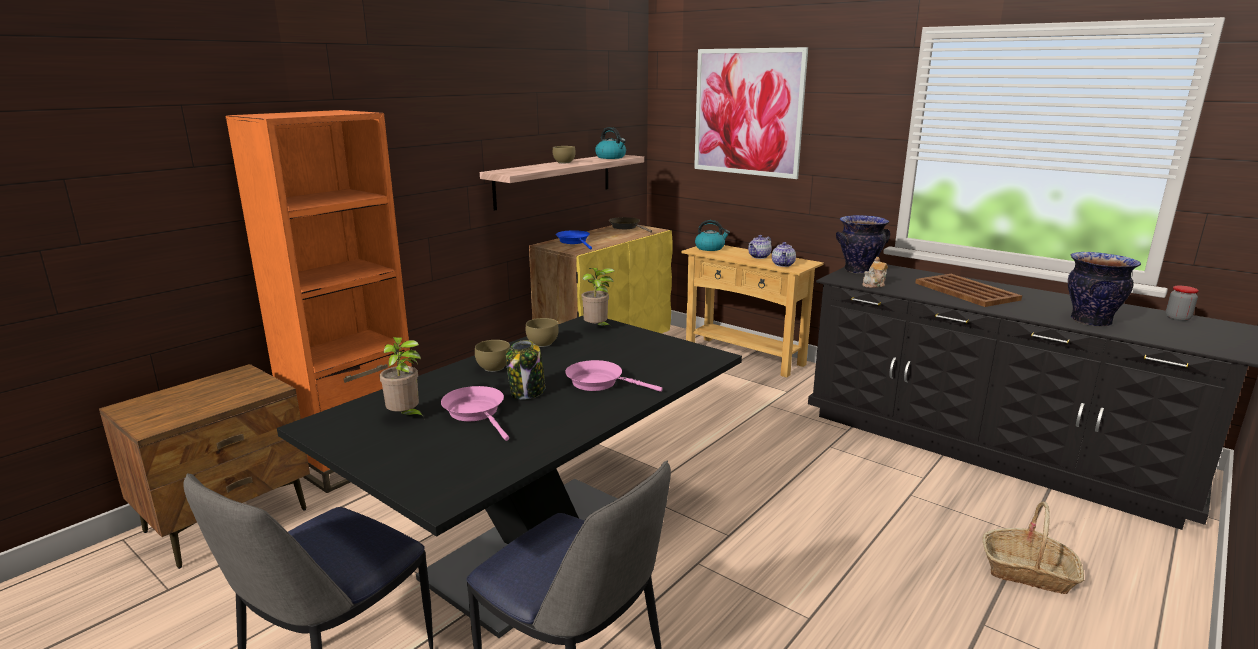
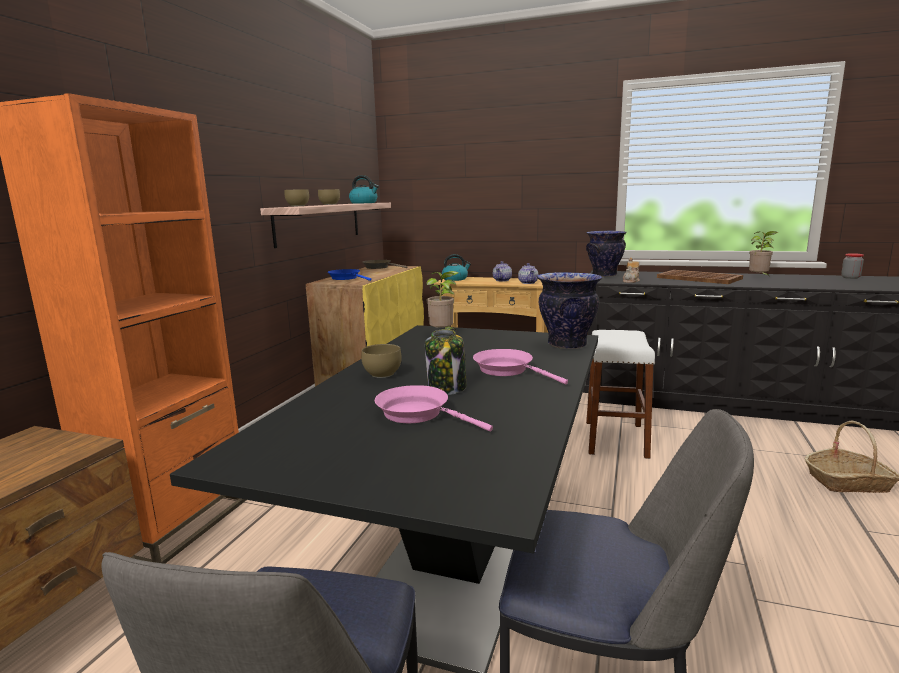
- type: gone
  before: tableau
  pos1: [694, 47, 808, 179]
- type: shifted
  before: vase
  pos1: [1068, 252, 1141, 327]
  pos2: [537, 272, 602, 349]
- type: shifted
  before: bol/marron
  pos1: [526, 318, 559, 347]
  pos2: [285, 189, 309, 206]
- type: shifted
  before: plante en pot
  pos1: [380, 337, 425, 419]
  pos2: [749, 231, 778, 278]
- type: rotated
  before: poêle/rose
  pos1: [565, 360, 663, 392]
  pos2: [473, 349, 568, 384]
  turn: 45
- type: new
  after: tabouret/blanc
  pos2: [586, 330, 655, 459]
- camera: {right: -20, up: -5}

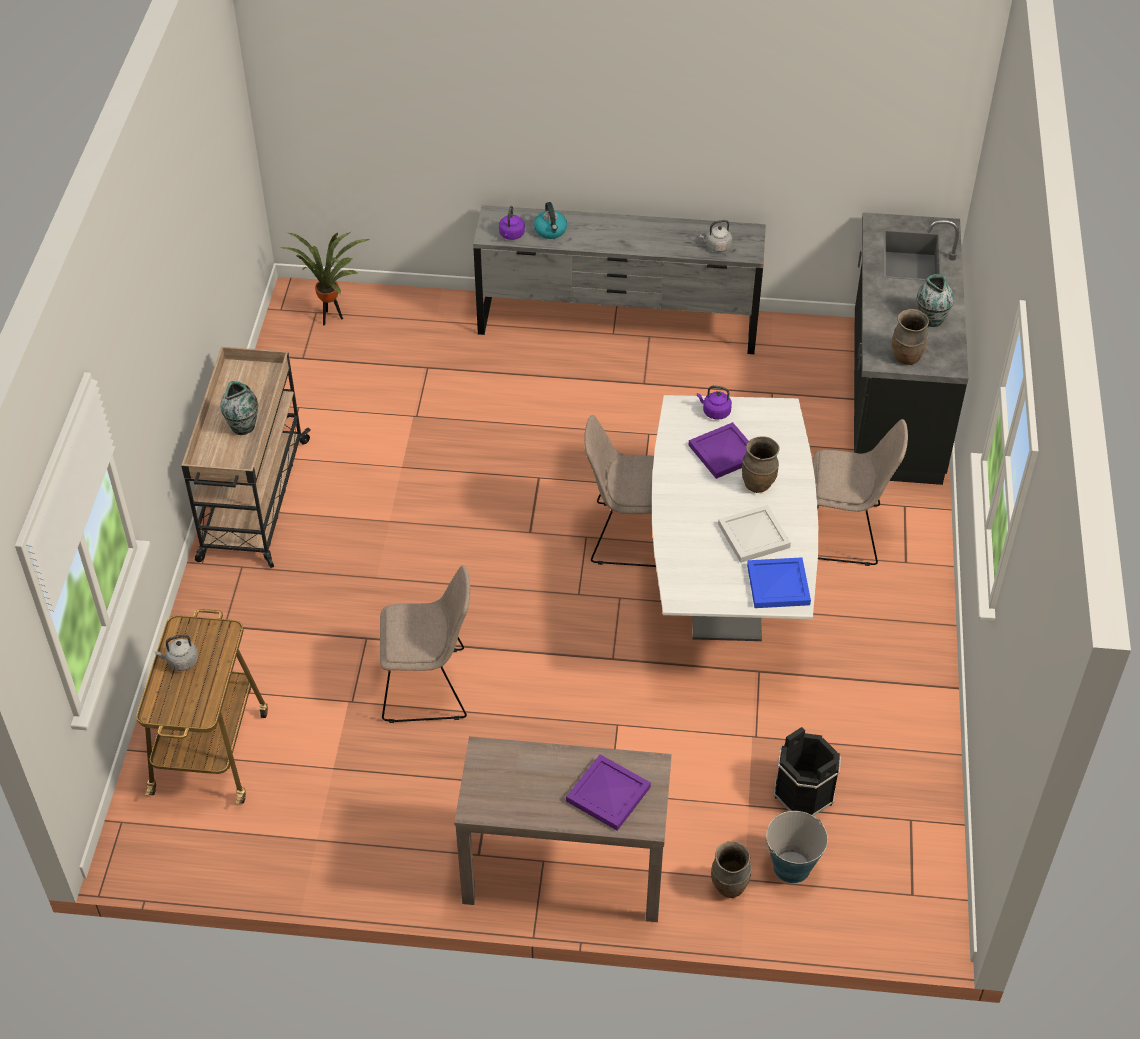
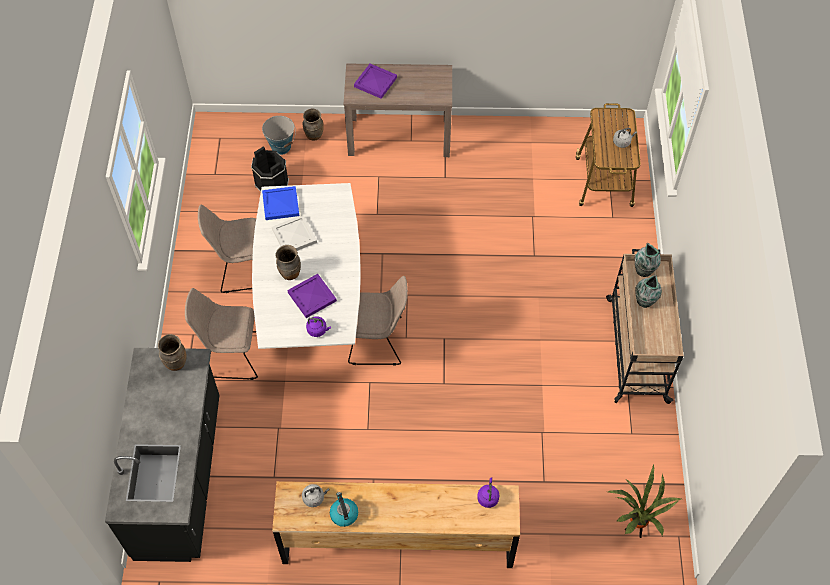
- type: shifted
  before: bouilloire
  pos1: [534, 202, 567, 239]
  pos2: [330, 492, 358, 527]
- type: repainted
  before: commode/gris
  after: commode/marron
  pos1: [473, 205, 766, 354]
  pos2: [272, 481, 520, 568]
- type: shifted
  before: vase
  pos1: [917, 274, 954, 327]
  pos2: [635, 243, 661, 277]
- type: shifted
  before: chaise/beige
  pos1: [380, 565, 470, 723]
  pos2: [198, 205, 256, 293]
- camera: {right: 175, up: 10}

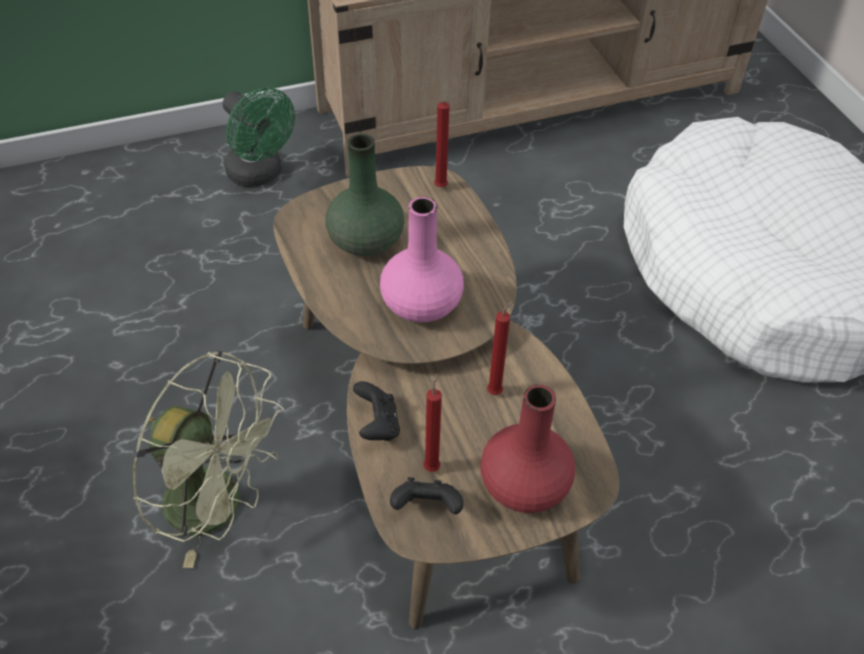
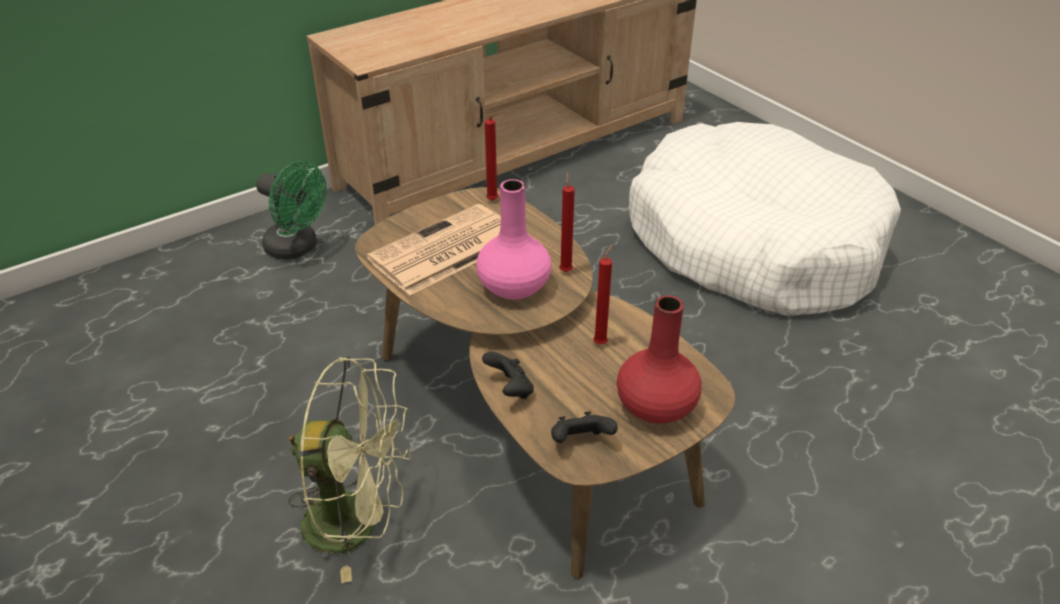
- type: swapped
  before: vase/vert
  after: journal
  pos1: [325, 134, 405, 256]
  pos2: [366, 204, 501, 295]
- type: shifted
  before: bougie/rouge
  pos1: [423, 373, 442, 472]
  pos2: [559, 172, 575, 272]
- camera: {right: -15, up: -10}

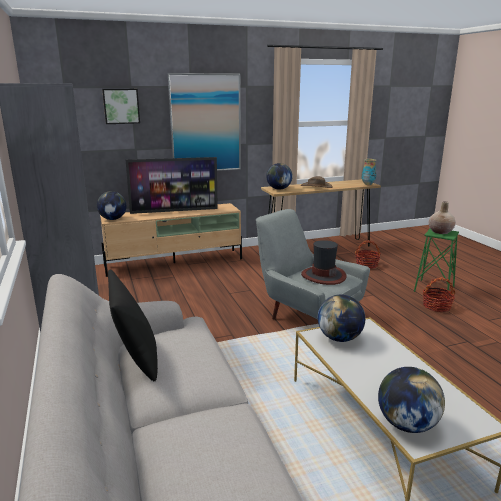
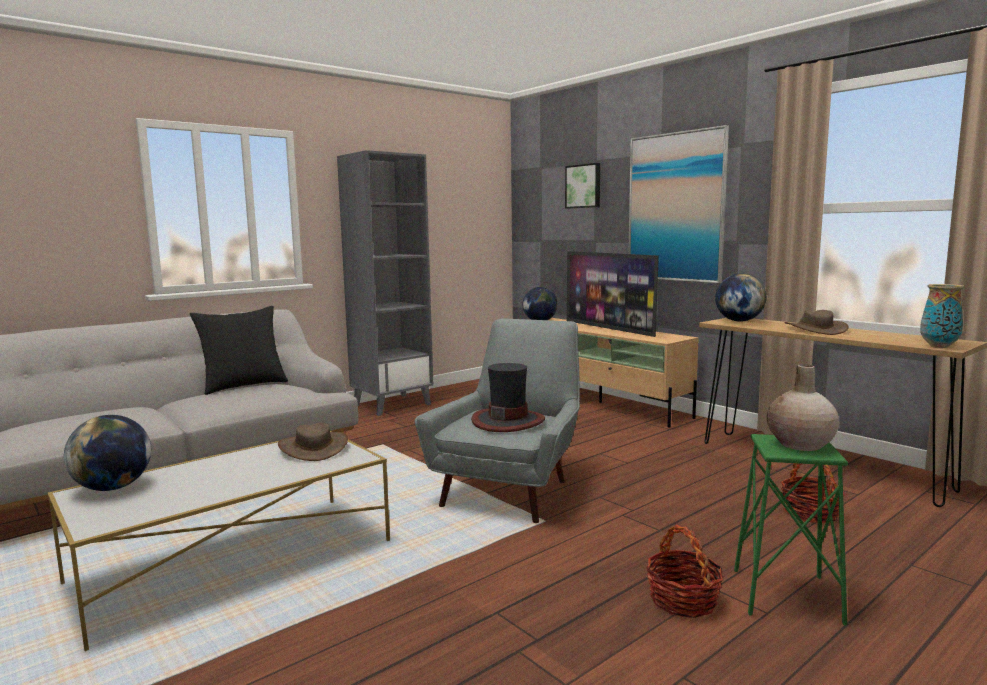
- type: swapped
  before: globe
  after: chapeau/marron
  pos1: [318, 295, 365, 342]
  pos2: [278, 423, 348, 461]
- camera: {right: 70, up: -10}

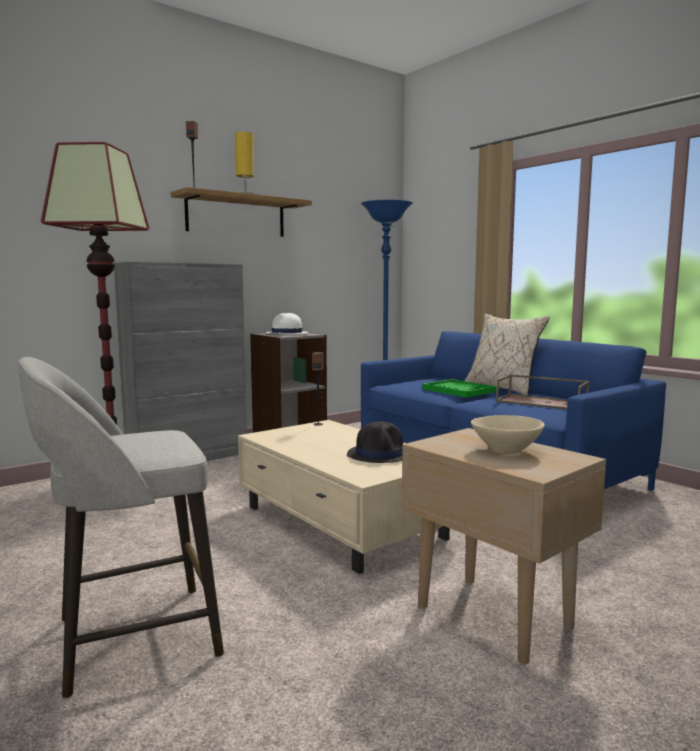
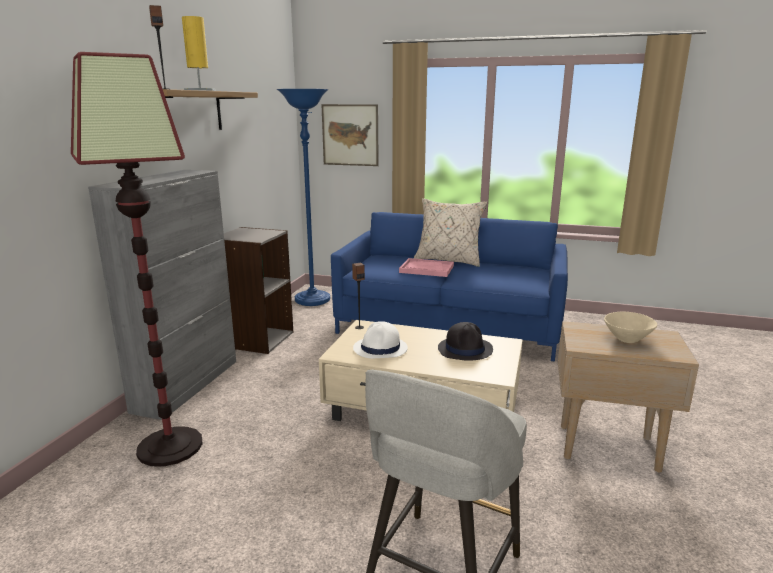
- type: shifted
  before: chapeau/blanc
  pos1: [266, 313, 308, 334]
  pos2: [353, 321, 408, 359]
- type: gone
  before: plateau/marron
  pos1: [496, 374, 590, 410]
- type: repainted
  before: plateau/vert
  after: plateau/rose
  pos1: [423, 379, 497, 397]
  pos2: [399, 258, 454, 277]
- type: new
  after: tableau
  pos2: [321, 104, 379, 166]
- camera: {right: -35, up: 10}

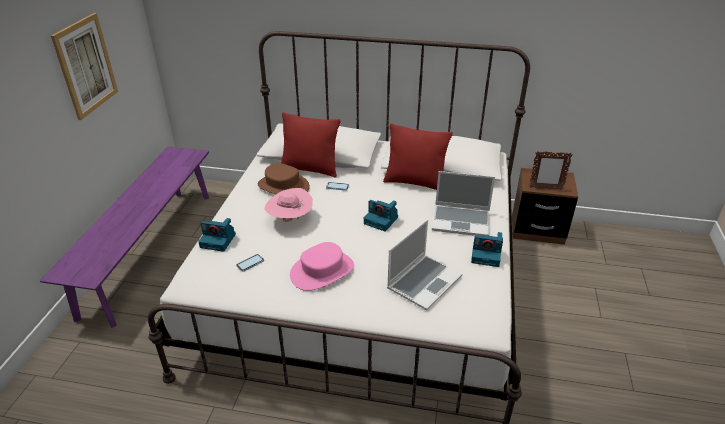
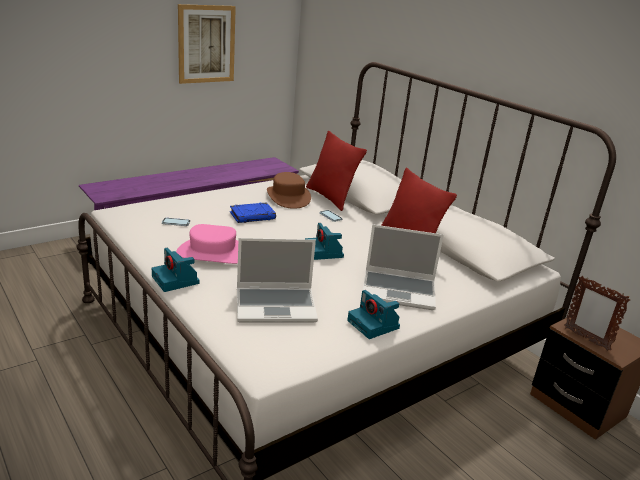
- type: rotated
  before: ordinateur portable
  pos1: [432, 171, 495, 236]
  pos2: [363, 224, 444, 310]
  turn: -45
- type: swapped
  before: chapeau/rose
  after: livre/bleu
  pos1: [264, 188, 313, 222]
  pos2: [230, 202, 276, 223]
- type: shifted
  before: appareil photo
  pos1: [198, 218, 236, 252]
  pos2: [152, 248, 200, 292]
- camera: {right: 40, up: -10}

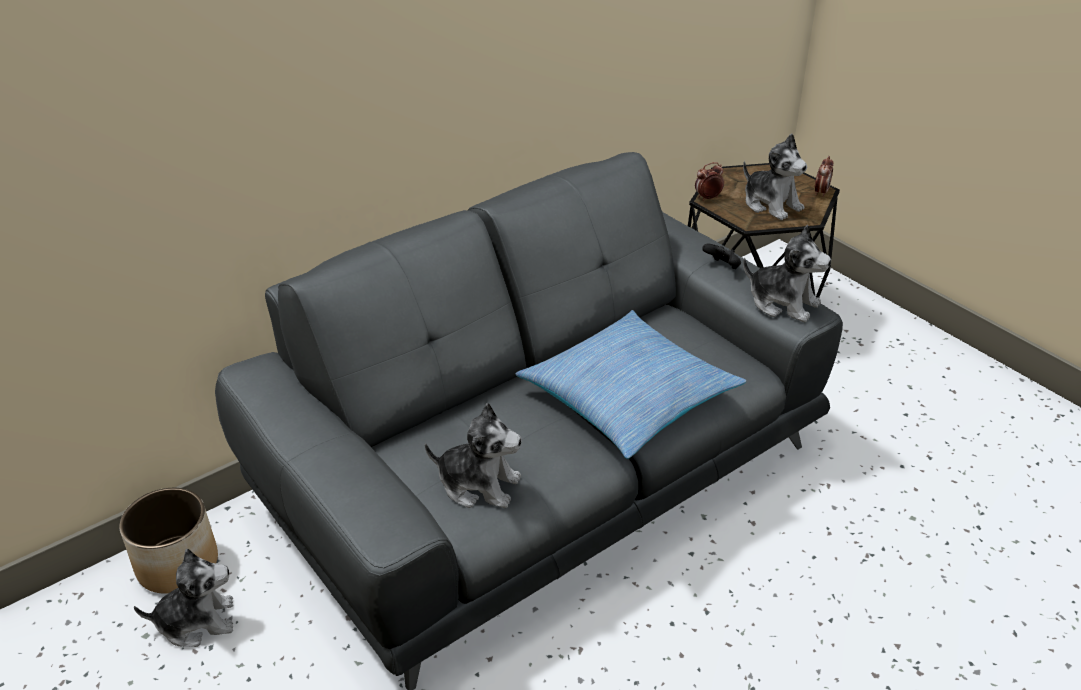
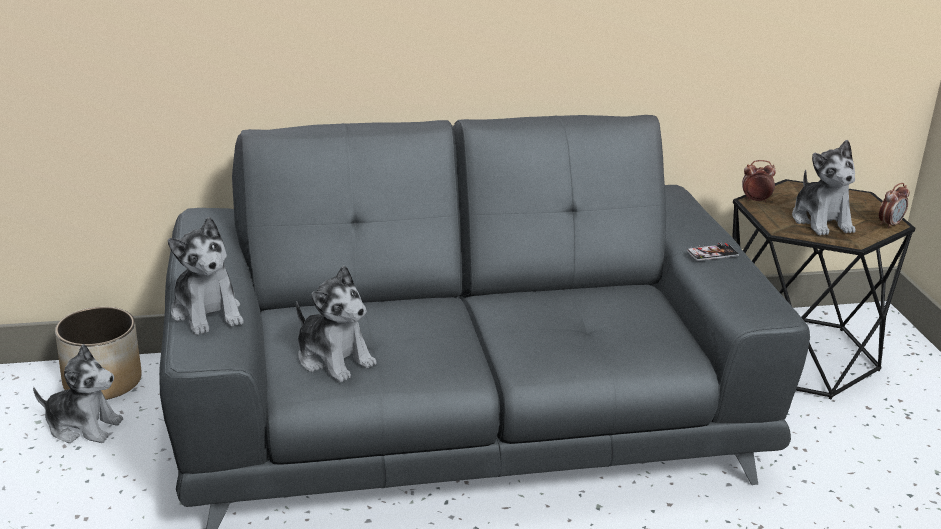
- type: shifted
  before: peluche
  pos1: [743, 225, 831, 322]
  pos2: [168, 217, 243, 335]
- type: swapped
  before: manette/noir
  after: téléphone
  pos1: [702, 244, 741, 269]
  pos2: [687, 243, 739, 261]
- type: gone
  before: coussin
  pos1: [516, 310, 746, 459]
- camera: {right: 25, up: -10}

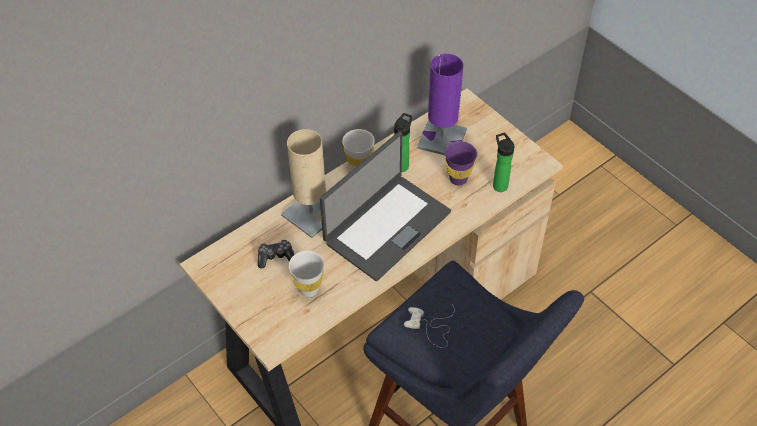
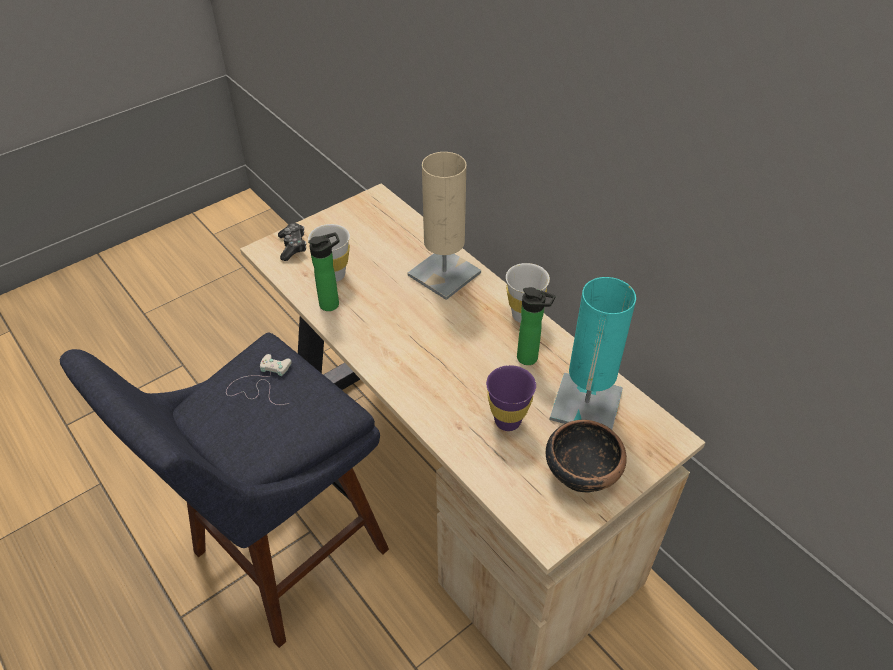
- type: repainted
  before: lampe de table/violet
  after: lampe de table/turquoise
  pos1: [417, 54, 467, 155]
  pos2: [549, 277, 636, 430]
- type: gone
  before: ordinateur portable
  pos1: [320, 132, 451, 281]
- type: shifted
  before: bouteille
  pos1: [493, 133, 514, 192]
  pos2: [308, 232, 340, 311]
- type: shifted
  before: manette
  pos1: [258, 239, 295, 269]
  pos2: [278, 223, 306, 261]
- type: new
  after: bol
  pos2: [546, 420, 627, 493]
- camera: {right: 90, up: -5}

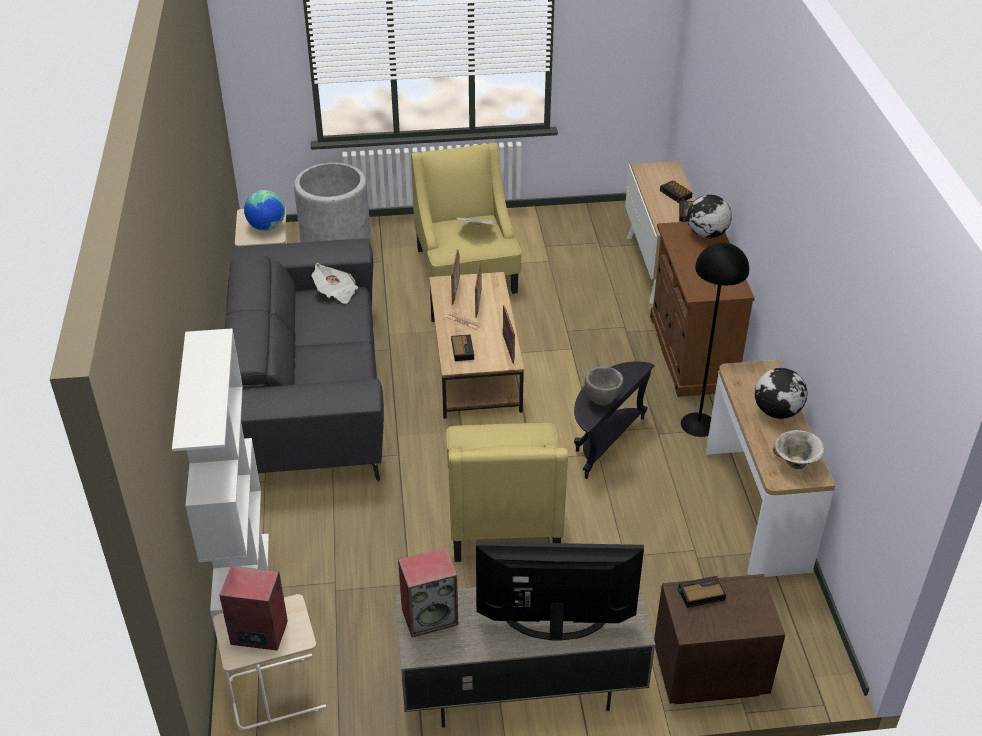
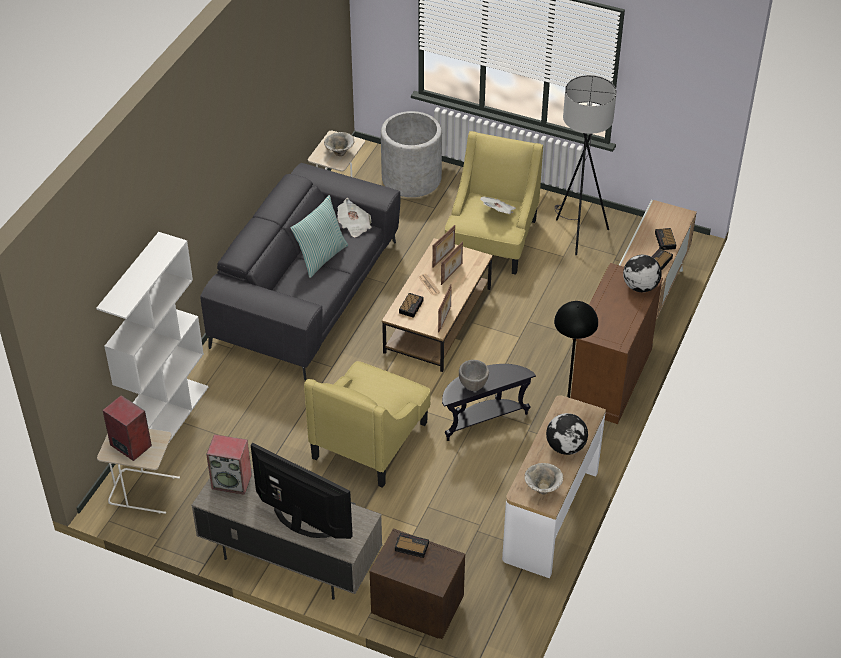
- type: swapped
  before: globe
  after: bol
  pos1: [244, 190, 285, 231]
  pos2: [324, 132, 354, 156]
- type: new
  after: lampadaire/gris
  pos2: [555, 75, 617, 255]
- type: new
  after: coussin
  pos2: [291, 195, 348, 278]
- camera: {right: 30, up: 5}

